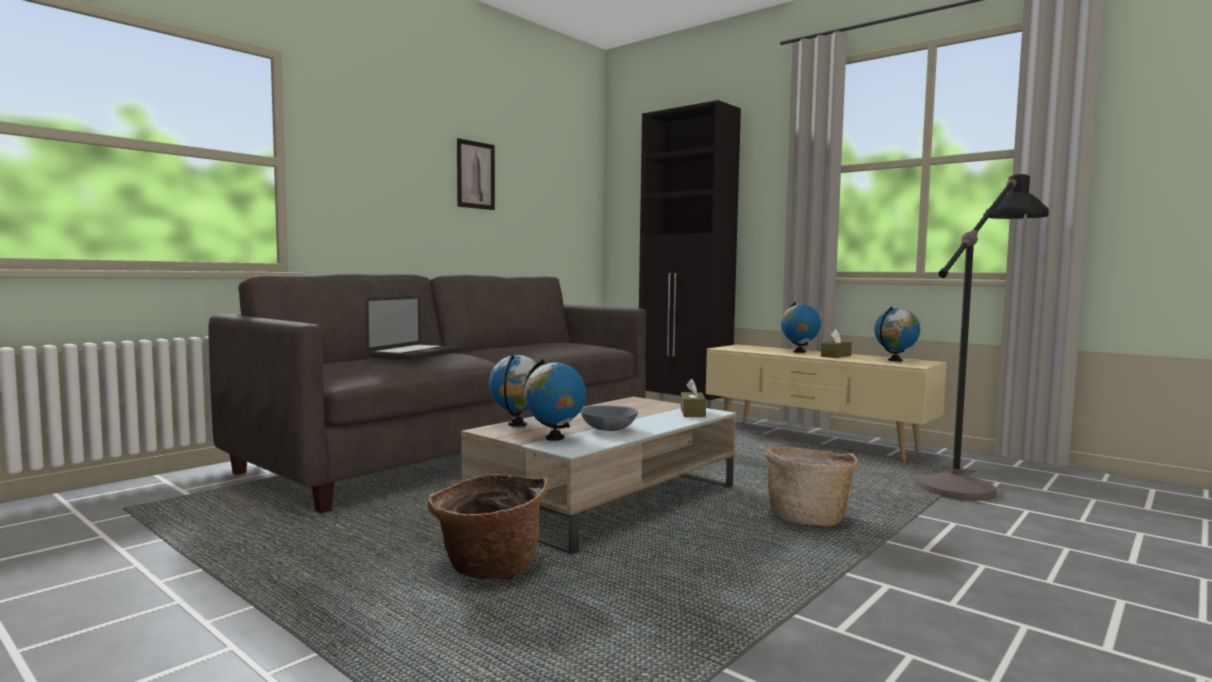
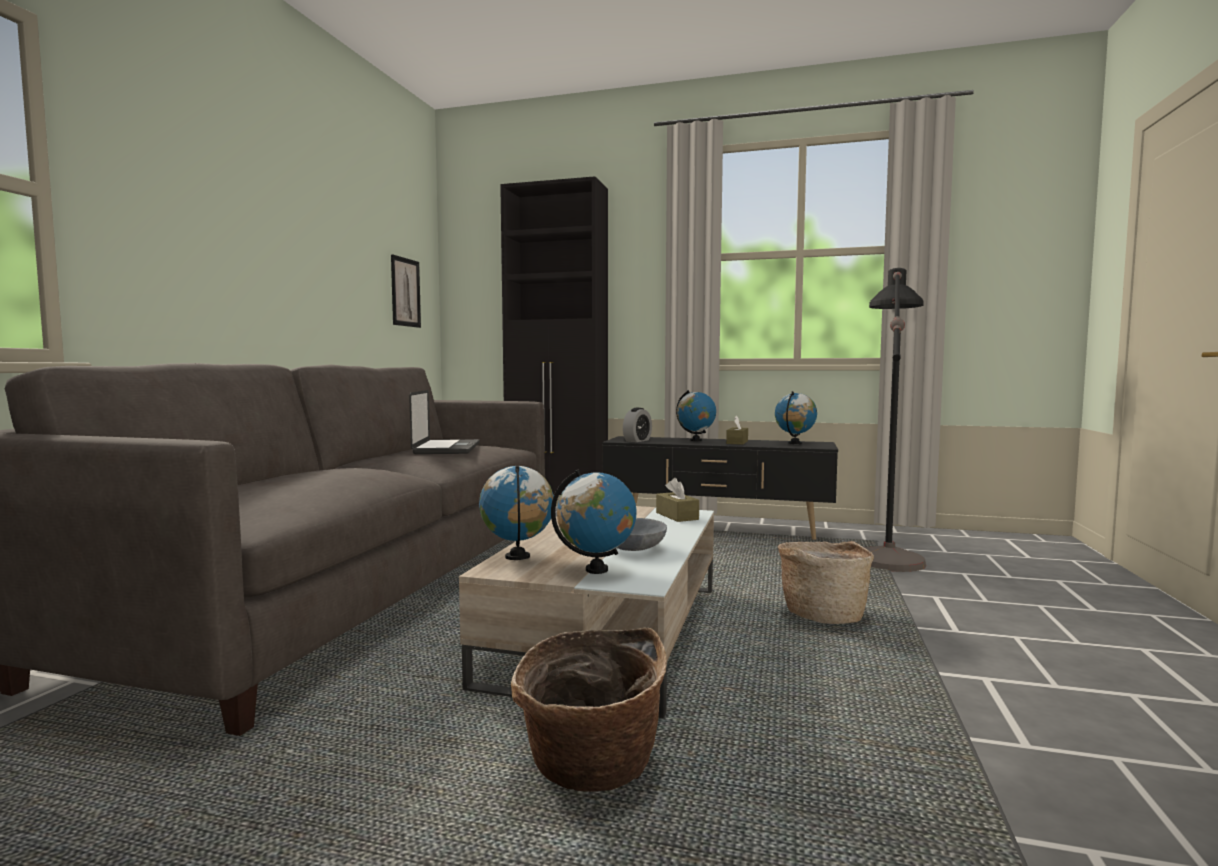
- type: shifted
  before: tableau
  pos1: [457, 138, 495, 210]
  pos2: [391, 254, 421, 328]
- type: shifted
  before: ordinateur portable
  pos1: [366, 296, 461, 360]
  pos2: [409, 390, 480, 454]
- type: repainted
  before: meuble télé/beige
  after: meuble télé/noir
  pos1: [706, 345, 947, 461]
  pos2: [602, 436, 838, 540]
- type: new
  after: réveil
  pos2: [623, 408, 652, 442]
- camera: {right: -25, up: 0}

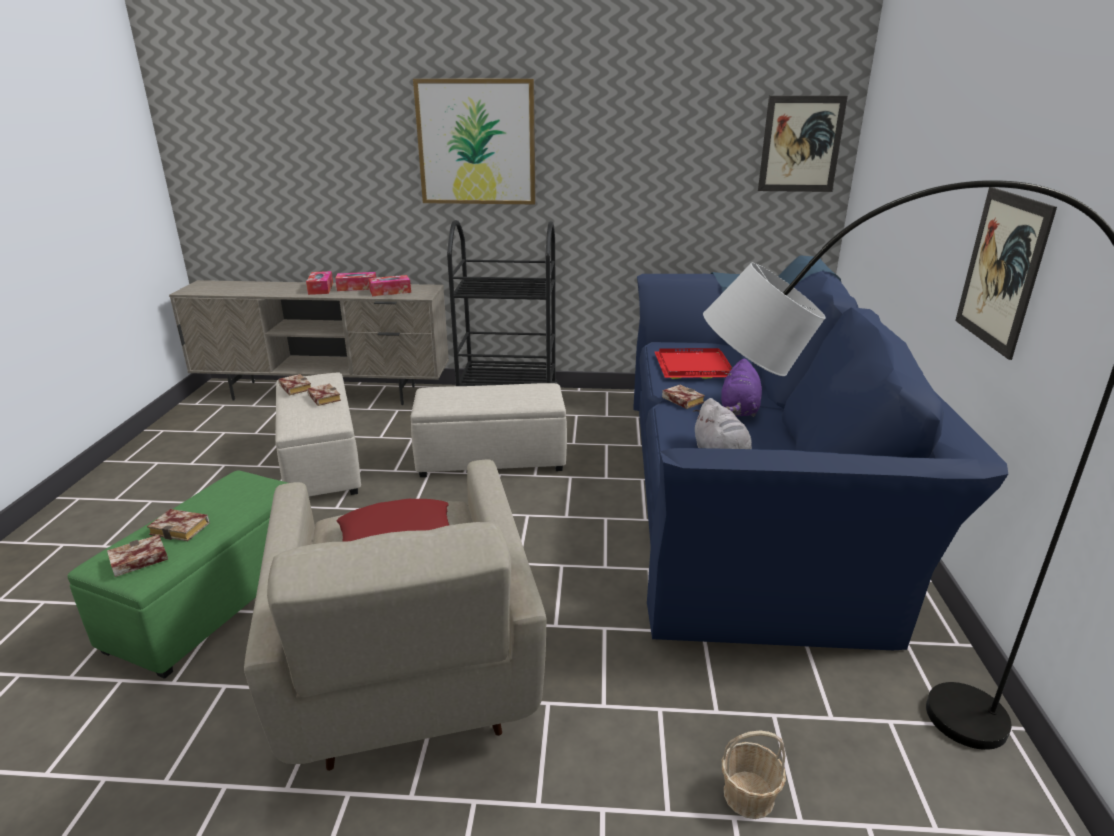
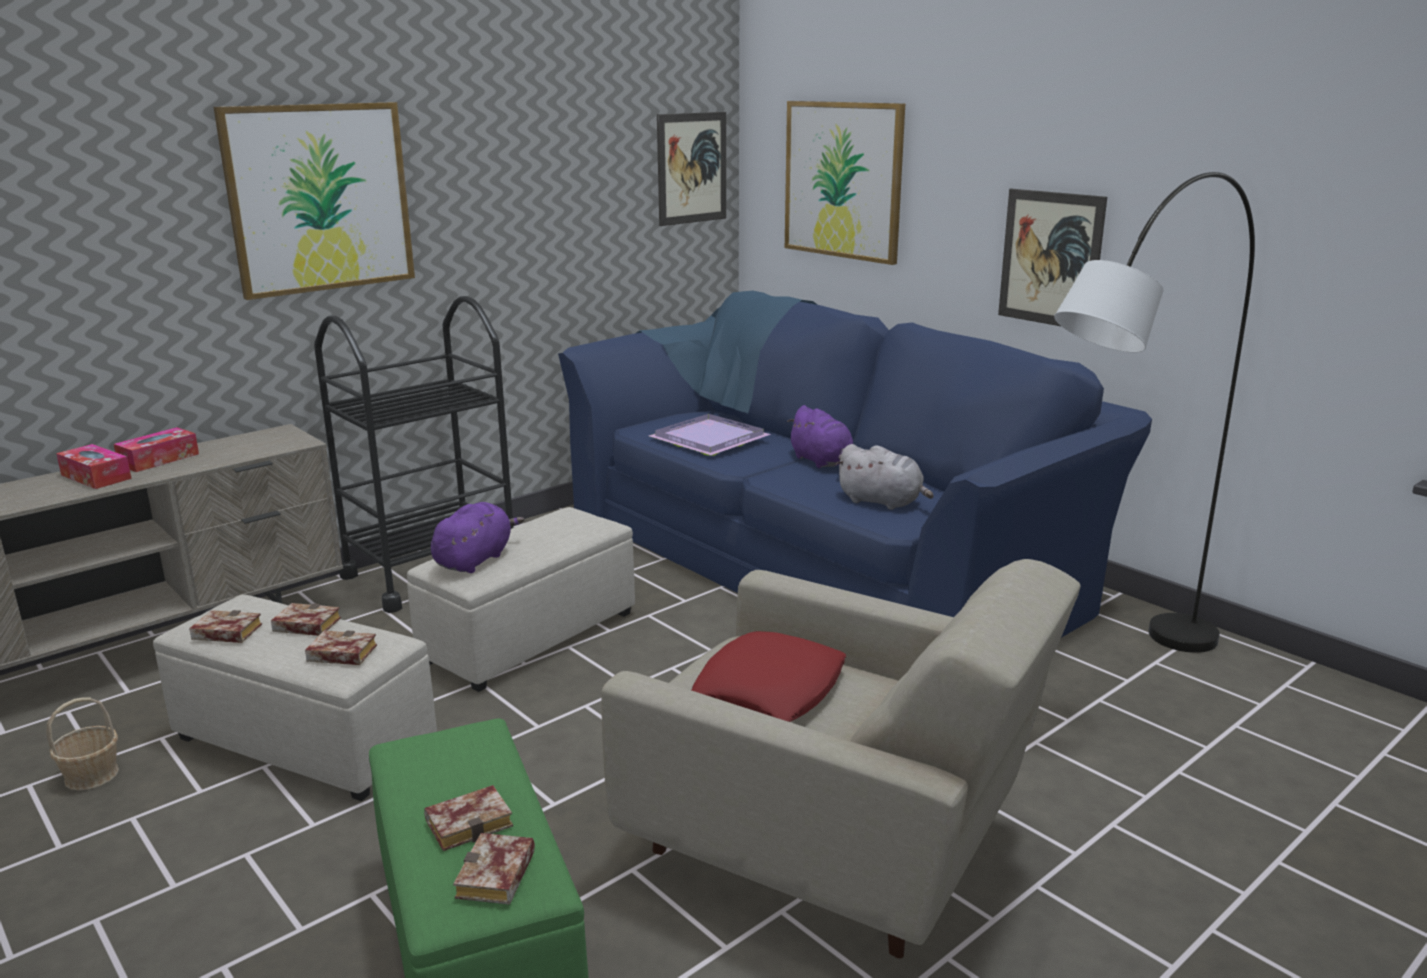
- type: gone
  before: boîte à mouchoirs
  pos1: [369, 275, 411, 296]
- type: repainted
  before: plateau/rouge
  after: plateau/violet
  pos1: [655, 348, 732, 379]
  pos2: [649, 414, 771, 456]
- type: shifted
  before: livre
  pos1: [662, 385, 705, 409]
  pos2: [305, 630, 377, 665]
- type: shifted
  before: panier
  pos1: [722, 730, 786, 819]
  pos2: [46, 697, 119, 791]
- type: new
  after: tableau
  pos2: [785, 101, 905, 265]
- type: new
  after: peluche/violet
  pos2: [431, 502, 524, 573]
- camera: {right: -45, up: -5}

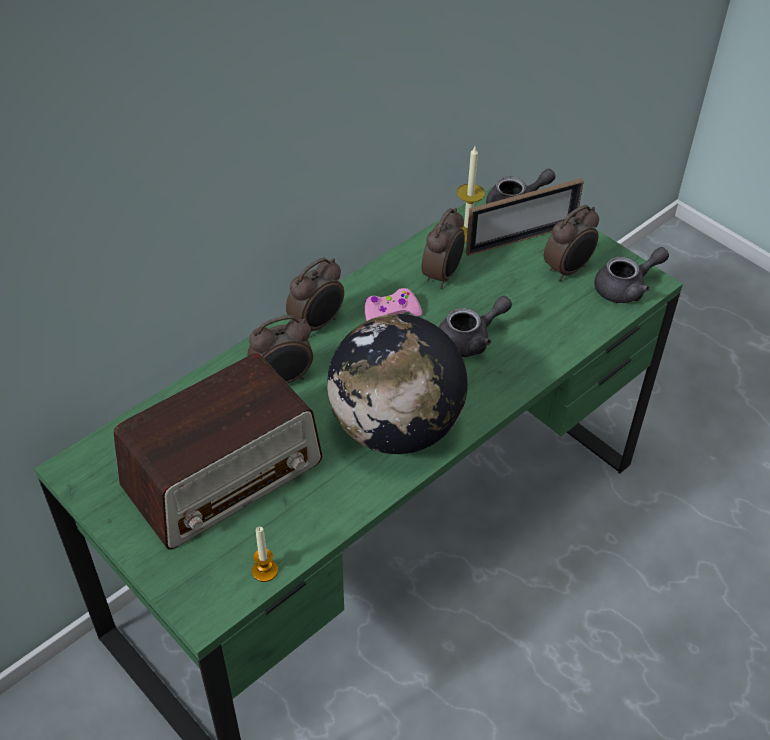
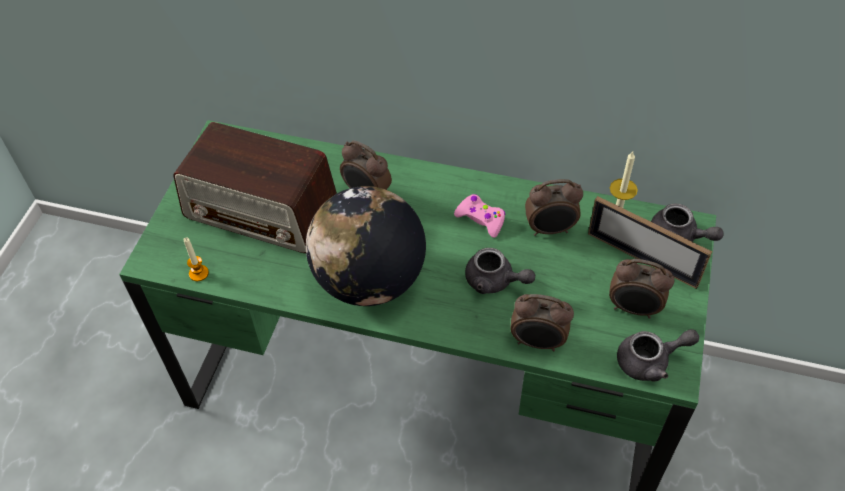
- type: rotated
  before: théière/gris
  pos1: [594, 247, 669, 303]
  pos2: [617, 329, 699, 382]
  turn: -45
- type: shifted
  before: réveil
  pos1: [286, 258, 344, 332]
  pos2: [511, 294, 574, 351]
- camera: {right: 60, up: 5}

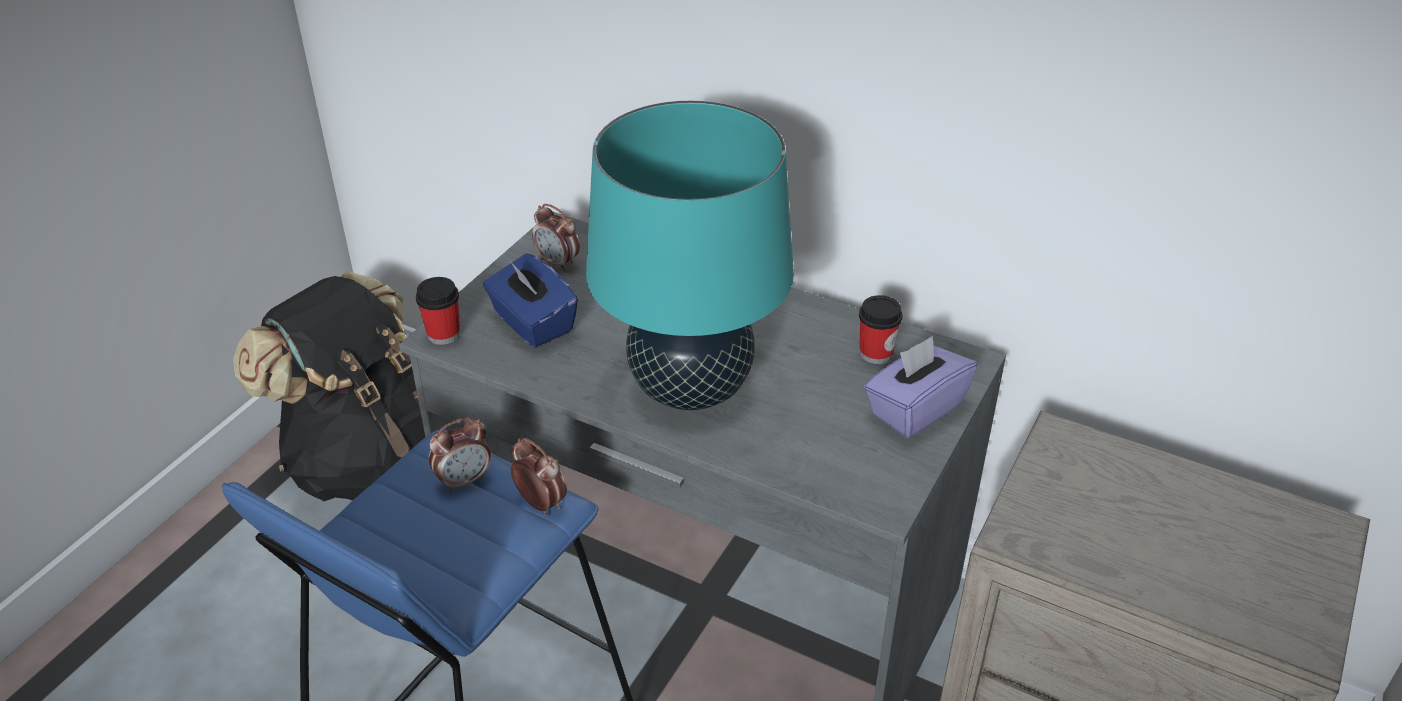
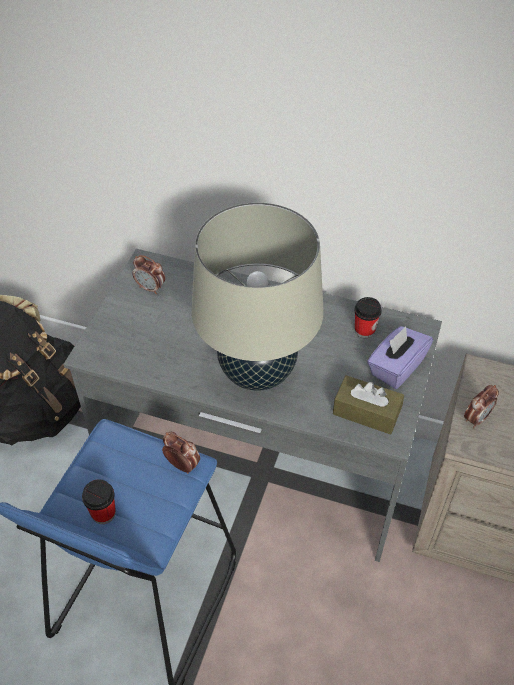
- type: repainted
  before: lampe de table/turquoise
  after: lampe de table/beige
  pos1: [586, 101, 794, 410]
  pos2: [191, 203, 324, 391]
- type: gone
  before: boîte à mouchoirs/bleu
  pos1: [483, 254, 578, 348]
- type: shifted
  before: tasse
  pos1: [416, 277, 460, 345]
  pos2: [82, 479, 116, 524]
- type: shifted
  before: réveil
  pos1: [429, 417, 491, 493]
  pos2: [464, 385, 499, 428]
- type: new
  after: boîte à mouchoirs/marron
  pos2: [333, 375, 404, 435]
- camera: {right: -10, up: 10}

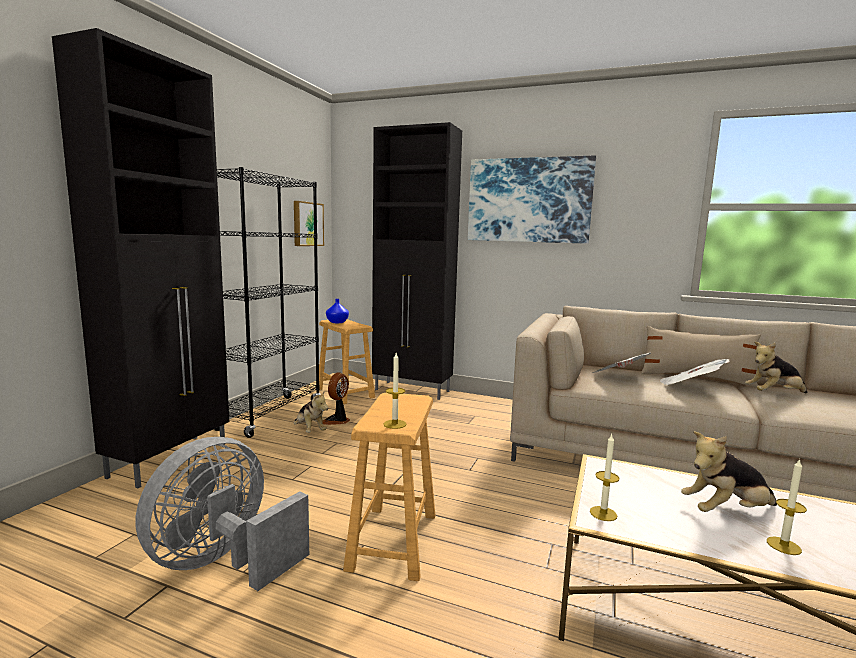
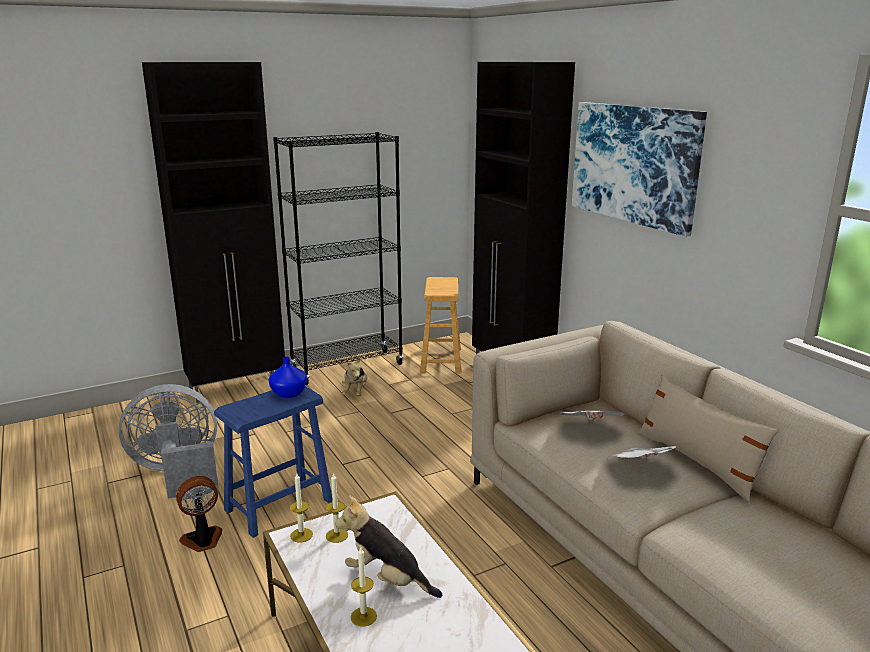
- type: gone
  before: tableau
  pos1: [294, 201, 324, 246]
- type: shifted
  before: vase/bleu
  pos1: [326, 299, 349, 323]
  pos2: [269, 357, 307, 398]
- type: gone
  before: peluche
  pos1: [745, 342, 807, 394]
- type: shifted
  before: bougie
  pos1: [383, 353, 406, 429]
  pos2: [326, 473, 348, 543]
- type: shifted
  before: ventilateur
  pos1: [323, 372, 350, 425]
  pos2: [176, 476, 222, 552]
- type: repainted
  before: tabouret/marron
  after: tabouret/bleu
  pos1: [343, 393, 436, 581]
  pos2: [214, 386, 333, 538]
- camera: {right: 40, up: 10}

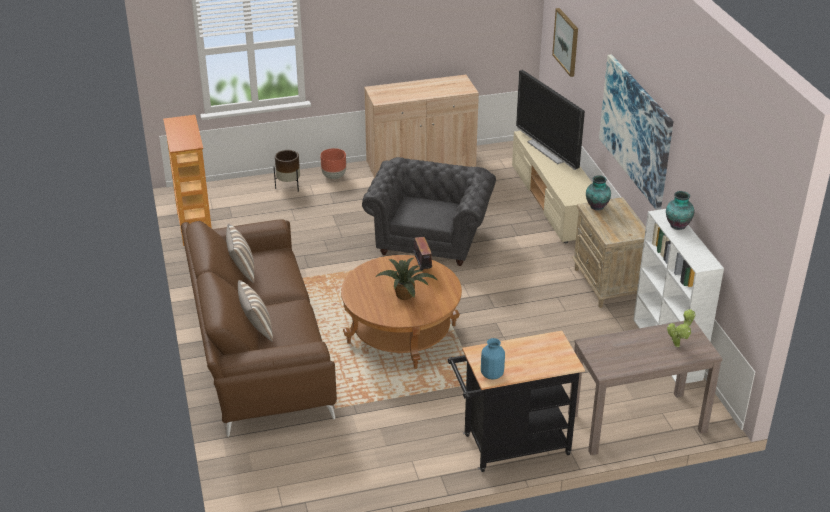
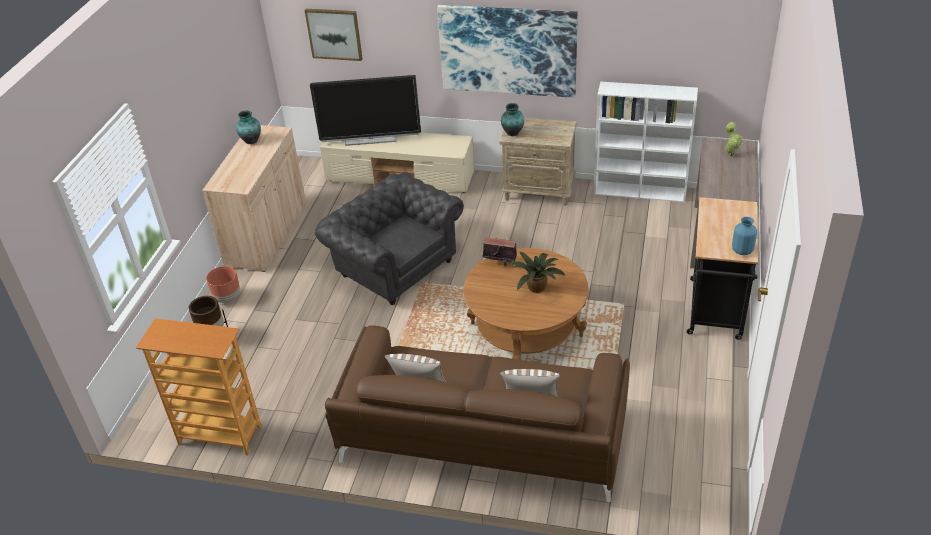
- type: shifted
  before: vase
  pos1: [666, 191, 694, 230]
  pos2: [236, 110, 261, 144]
- camera: {right: -60, up: 5}

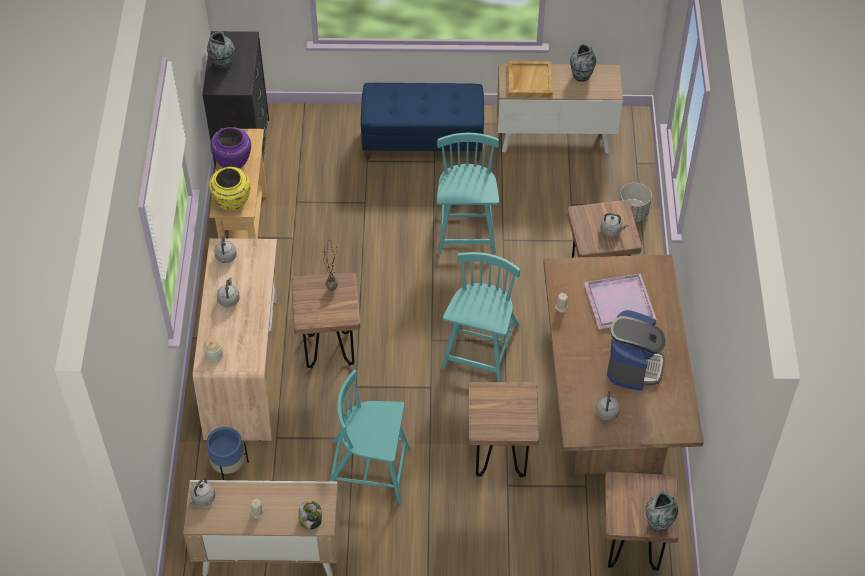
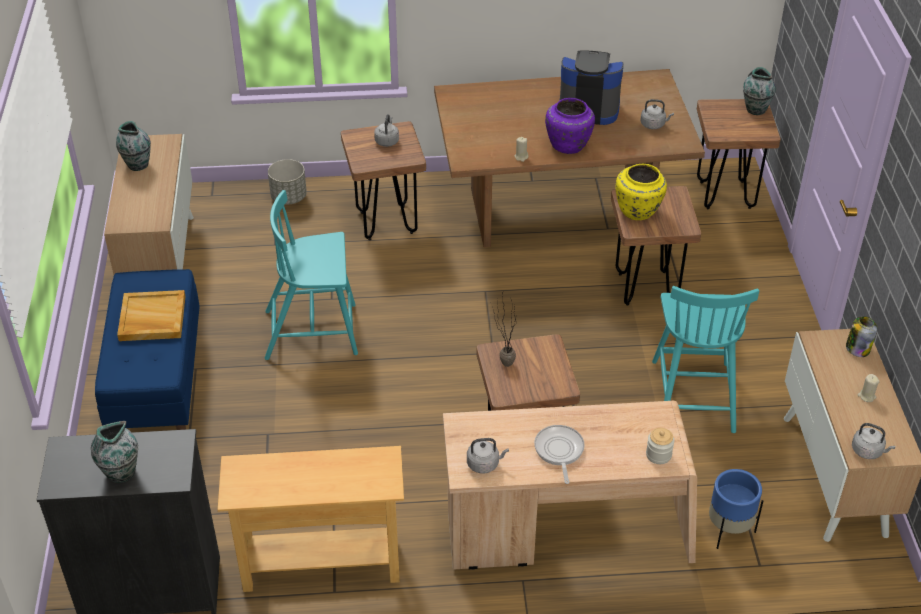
- type: shifted
  before: plateau/beige
  pos1: [508, 61, 553, 97]
  pos2: [117, 290, 186, 341]
- type: shifted
  before: vase/violet
  pos1: [211, 127, 251, 169]
  pos2: [545, 98, 595, 154]
- type: shifted
  before: vase/jaune
  pos1: [209, 167, 251, 211]
  pos2: [615, 164, 667, 220]
- type: gone
  before: chaise/turquoise
  pos1: [442, 252, 520, 382]
- type: gone
  before: plateau/violet
  pos1: [584, 273, 657, 329]
- type: swapped
  before: bouilloire/gris
  after: poêle
  pos1: [217, 277, 240, 307]
  pos2: [534, 425, 585, 484]
- camera: {right: -95, up: -10}

